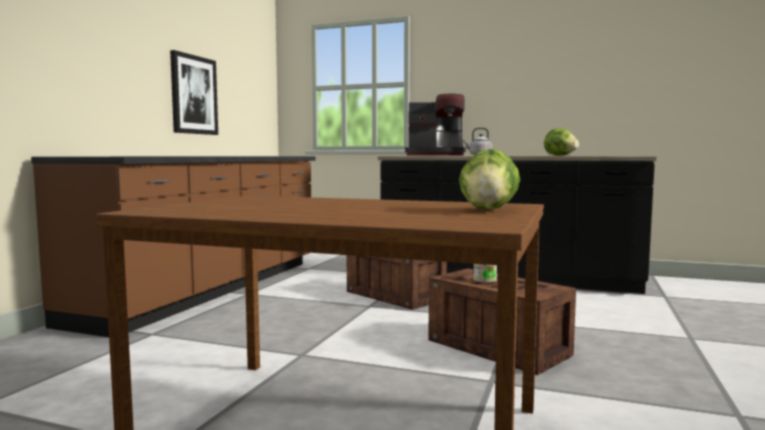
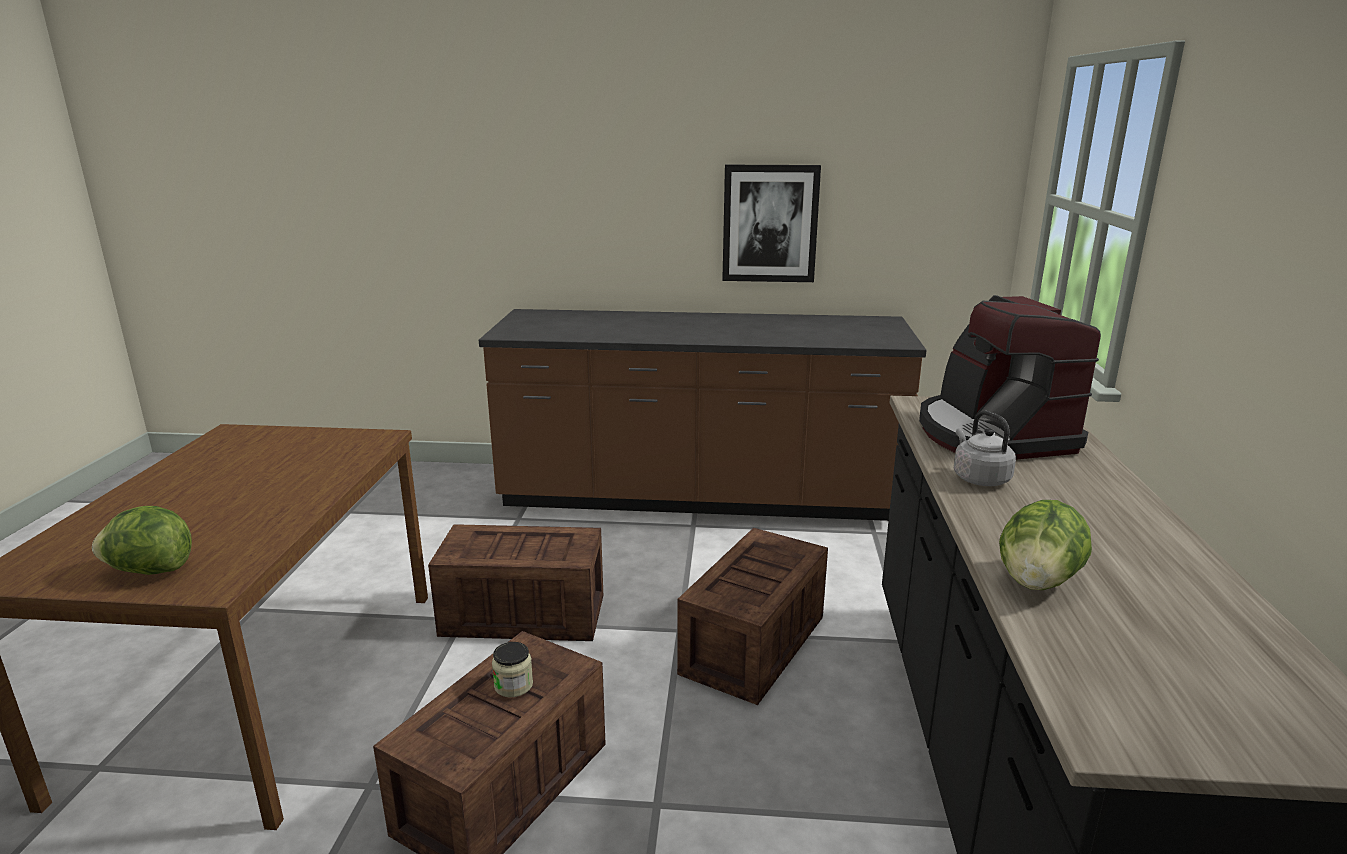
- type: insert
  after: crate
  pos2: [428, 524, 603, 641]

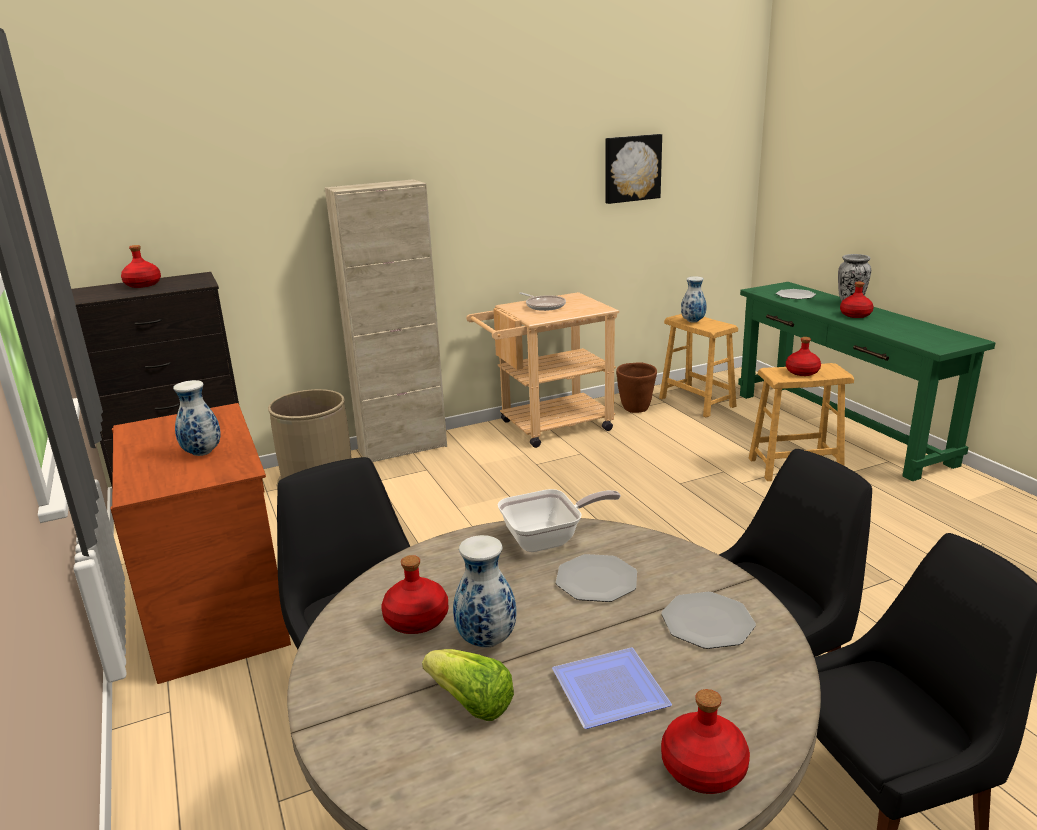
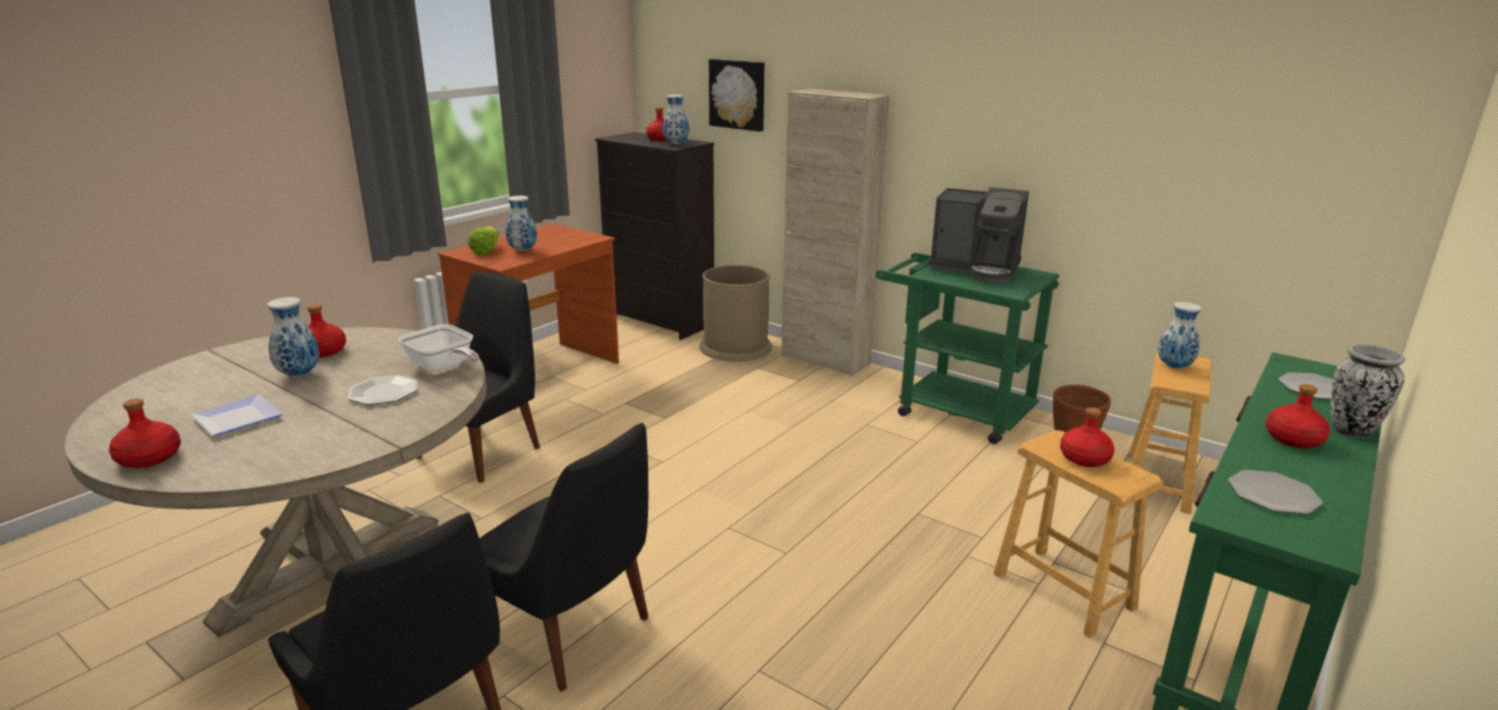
- type: move
  before: lettuce
  pos1: [422, 649, 514, 721]
  pos2: [468, 226, 499, 255]
- type: recolor
  before: cart/beige
  after: cart/green
  pos1: [466, 292, 619, 448]
  pos2: [875, 253, 1059, 444]
- type: replace
  before: frying pan
  after: coffee machine
  pos1: [519, 292, 566, 311]
  pos2: [928, 187, 1029, 283]
- type: move
  before: picture
  pos1: [605, 134, 662, 204]
  pos2: [709, 59, 764, 132]
- type: move
  before: plate
  pos1: [661, 592, 756, 649]
  pos2: [1228, 470, 1323, 514]
- type: insert
  after: vase
  pos2: [663, 95, 689, 145]

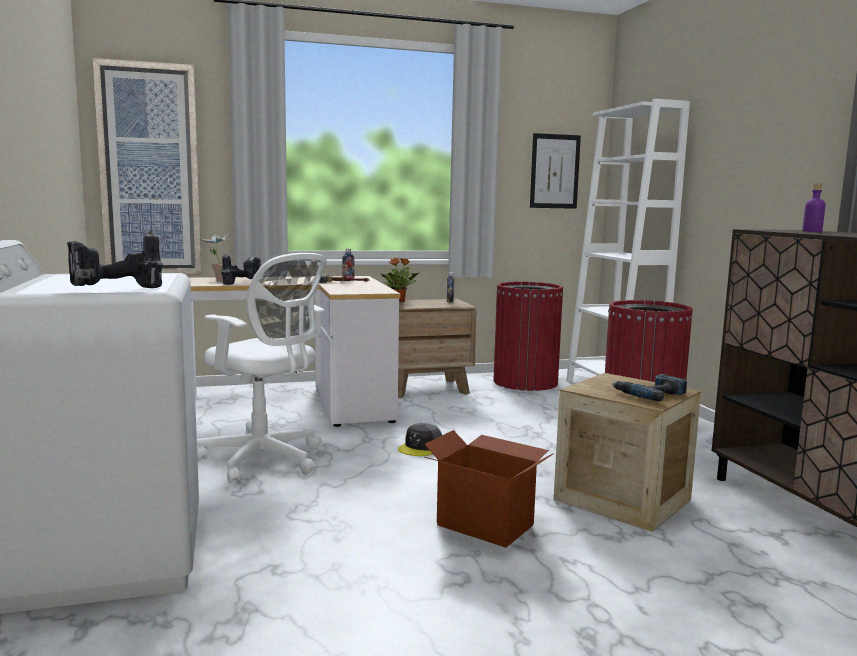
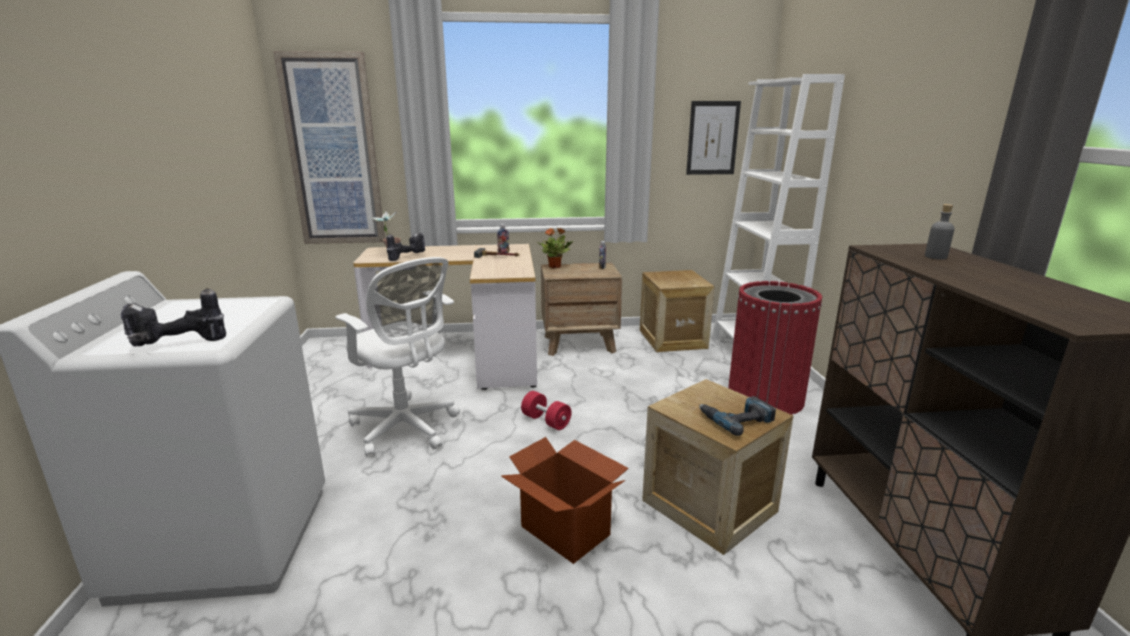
- type: replace
  before: cap/grey
  after: dumbbell/red
  pos1: [398, 423, 442, 456]
  pos2: [521, 391, 571, 430]
- type: replace
  before: trash can/red
  after: crate
  pos1: [493, 282, 564, 391]
  pos2: [640, 270, 715, 352]
- type: recolor
  before: bottle/purple
  after: bottle/grey
  pos1: [802, 183, 826, 232]
  pos2: [925, 204, 955, 260]

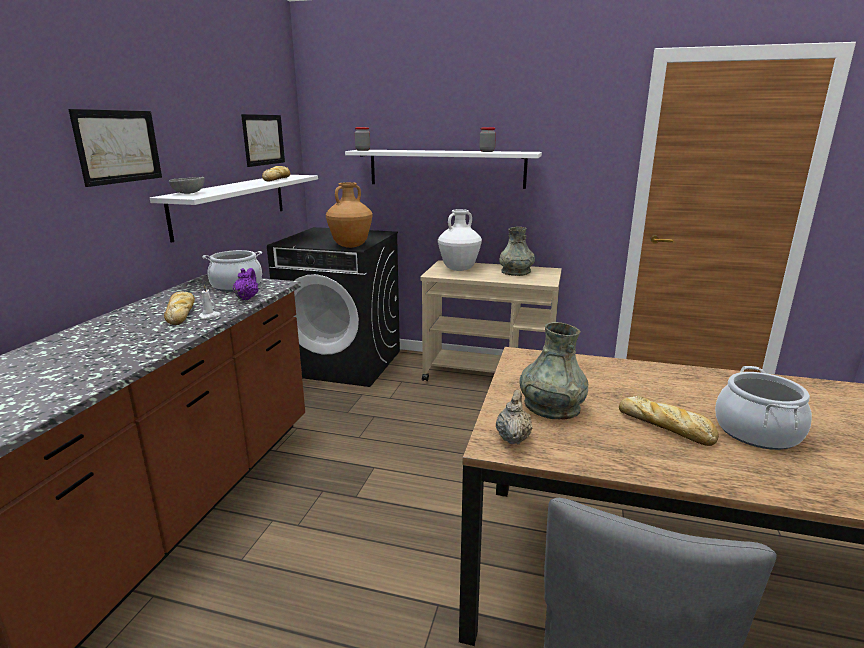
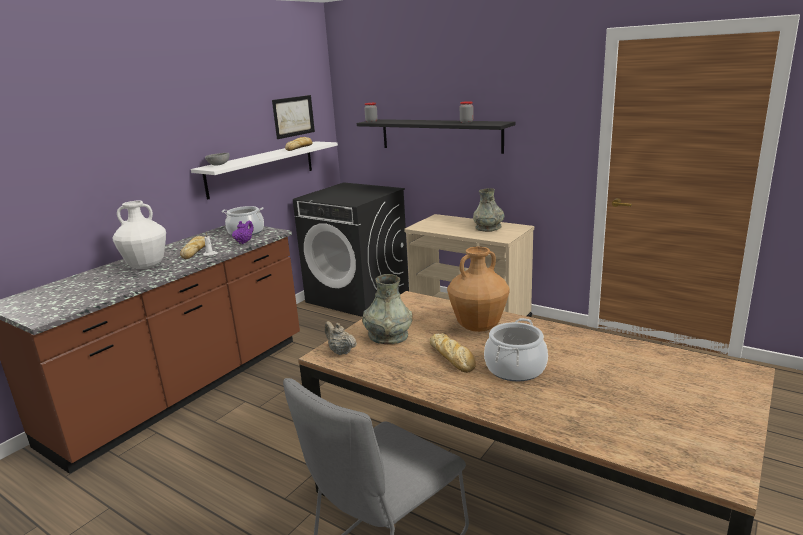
- type: delete
  before: picture
  pos1: [68, 109, 162, 187]
- type: move
  before: vase/brown
  pos1: [326, 182, 373, 248]
  pos2: [447, 246, 510, 332]
- type: recolor
  before: shelf/white
  after: shelf/black
  pos1: [345, 150, 542, 189]
  pos2: [357, 119, 515, 154]
- type: move
  before: vase/white
  pos1: [438, 209, 482, 271]
  pos2: [112, 201, 166, 269]
- type: rotate
  before: teapot/beige
  pos1: [496, 390, 533, 444]
  pos2: [325, 321, 357, 355]
  turn: -75

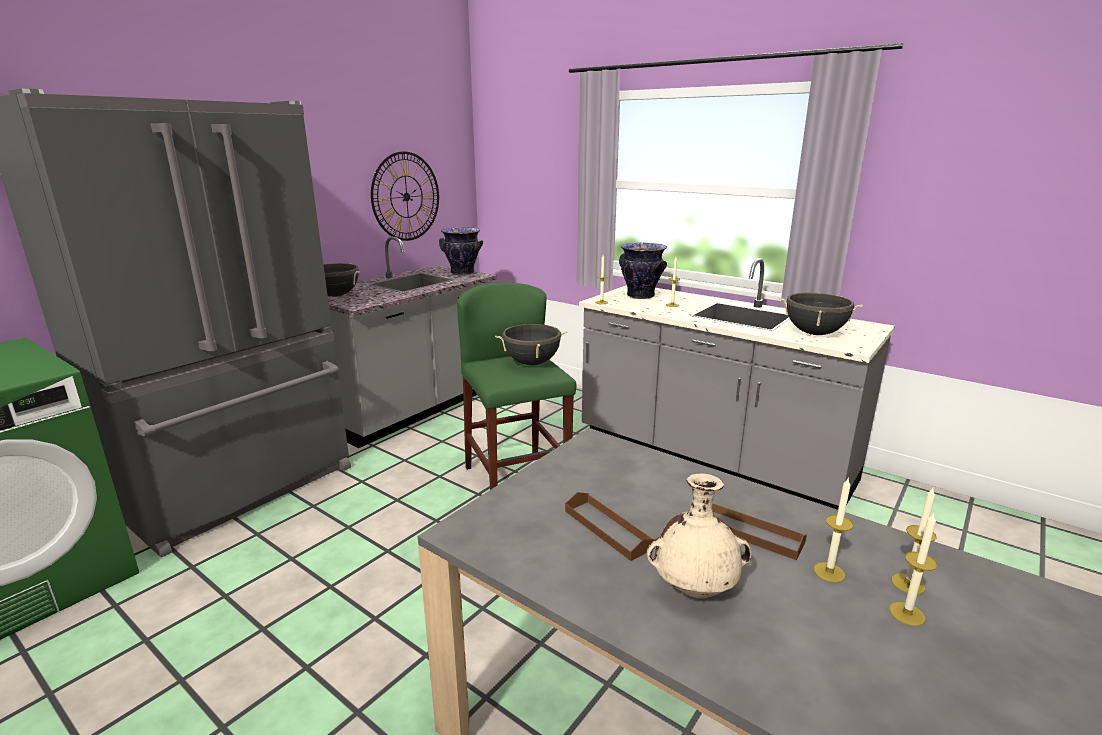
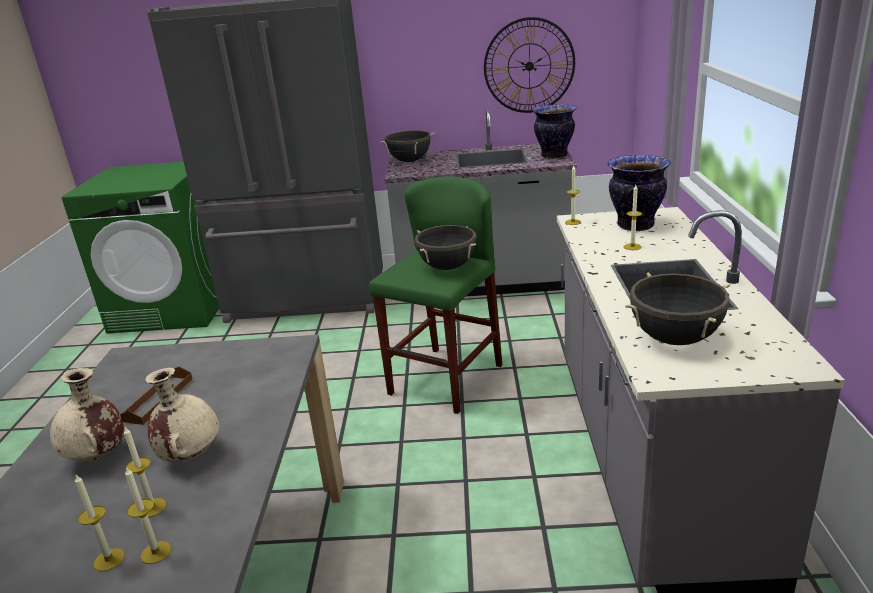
- type: replace
  before: tray/brown
  after: vase/beige
  pos1: [713, 504, 807, 560]
  pos2: [145, 368, 220, 461]

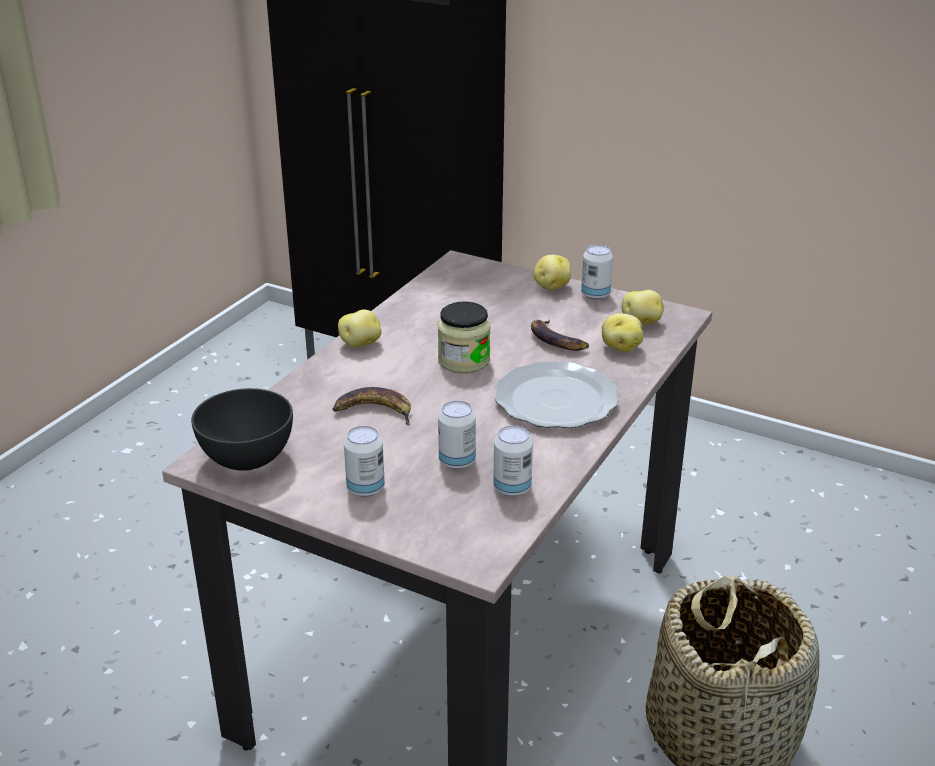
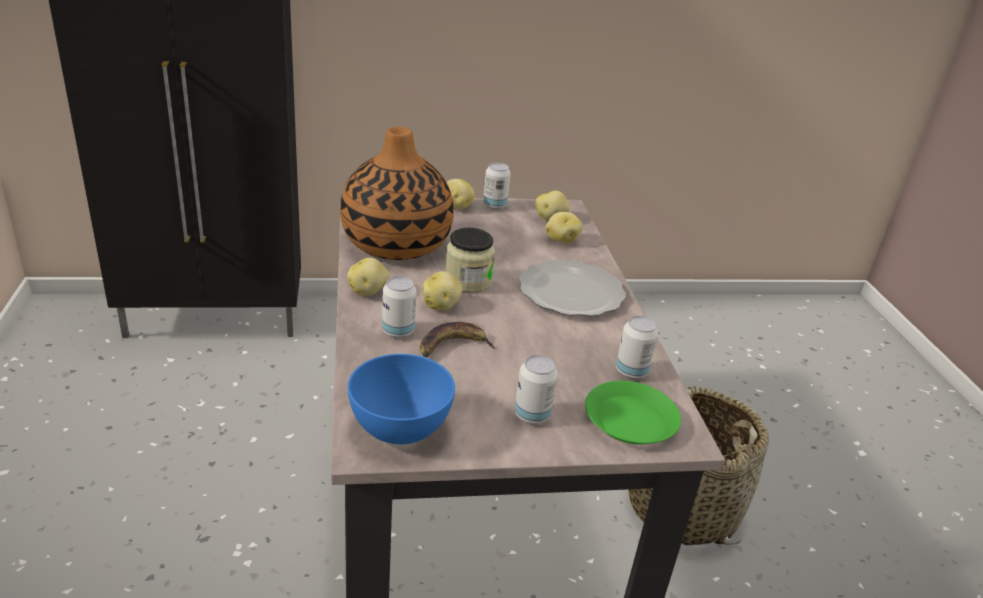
- type: recolor
  before: bowl/grey
  after: bowl/blue
  pos1: [191, 388, 293, 471]
  pos2: [348, 354, 455, 444]
- type: move
  before: can
  pos1: [438, 400, 476, 470]
  pos2: [382, 276, 417, 338]
- type: delete
  before: banana
  pos1: [531, 320, 589, 351]
- type: insert
  after: vase
  pos2: [340, 127, 454, 260]
- type: insert
  after: potato
  pos2: [422, 271, 462, 311]
- type: insert
  after: plate/green
  pos2: [585, 381, 681, 444]

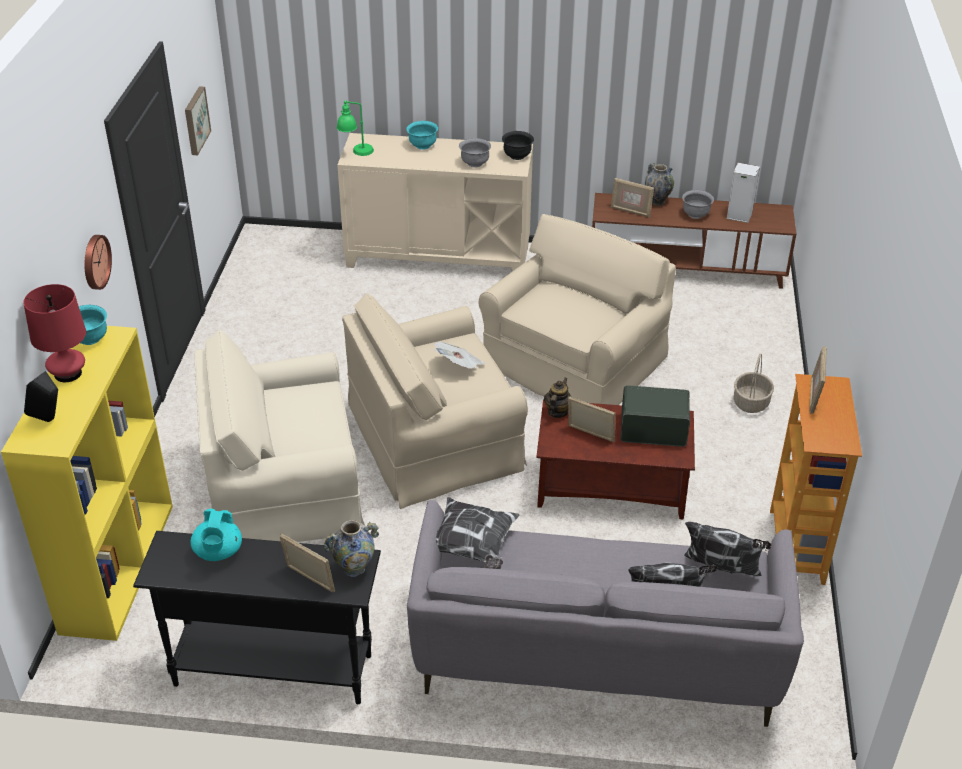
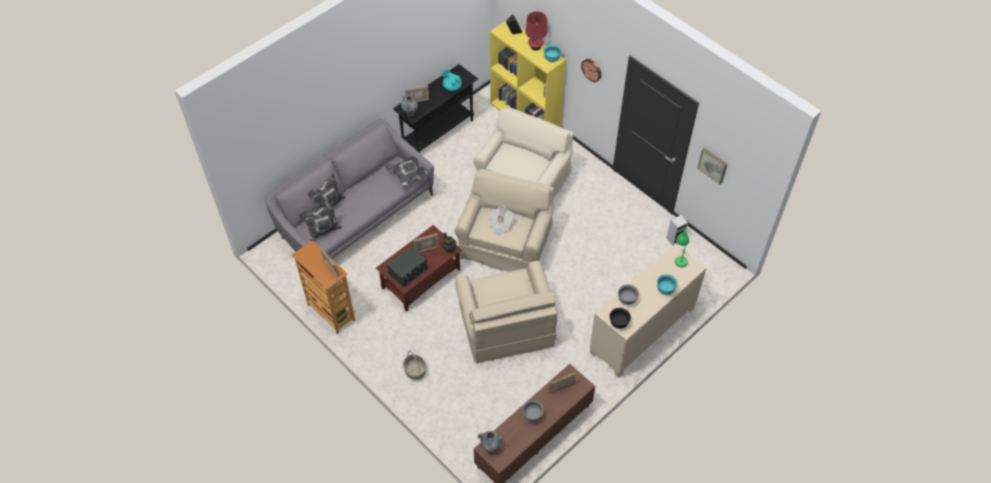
- type: move
  before: vase
  pos1: [645, 163, 674, 206]
  pos2: [478, 431, 504, 452]
- type: move
  before: speaker
  pos1: [727, 163, 760, 223]
  pos2: [666, 215, 688, 246]

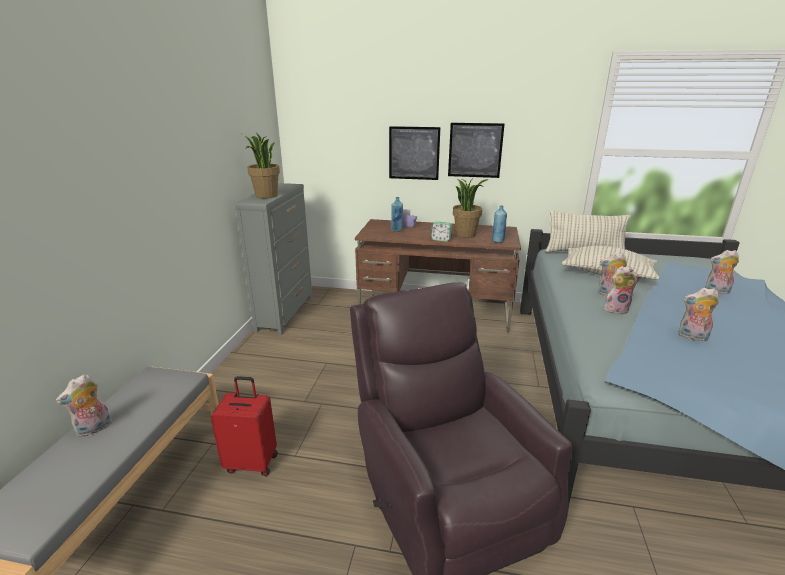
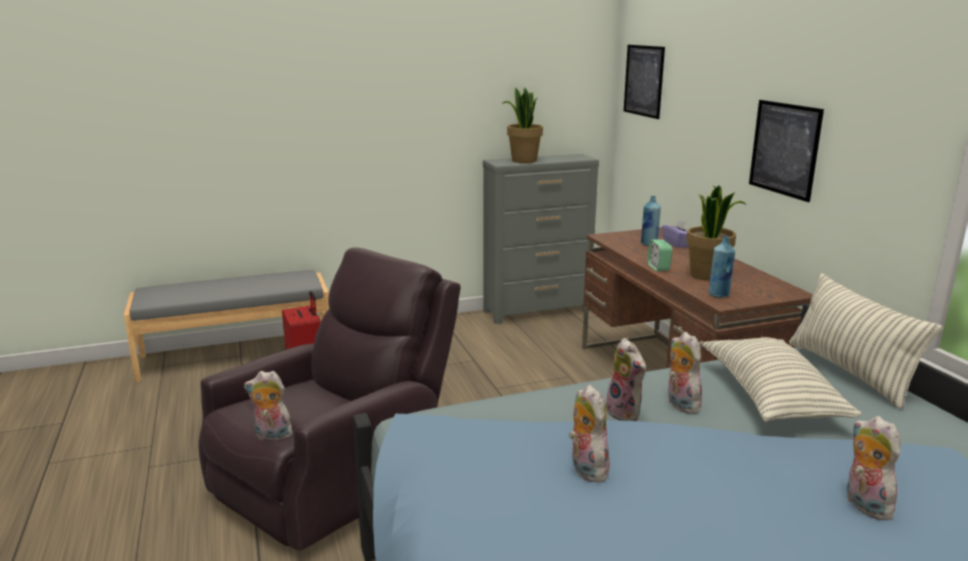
- type: move
  before: plush toy
  pos1: [55, 374, 112, 437]
  pos2: [244, 371, 293, 440]
- type: move
  before: picture
  pos1: [389, 126, 440, 180]
  pos2: [624, 45, 665, 119]

